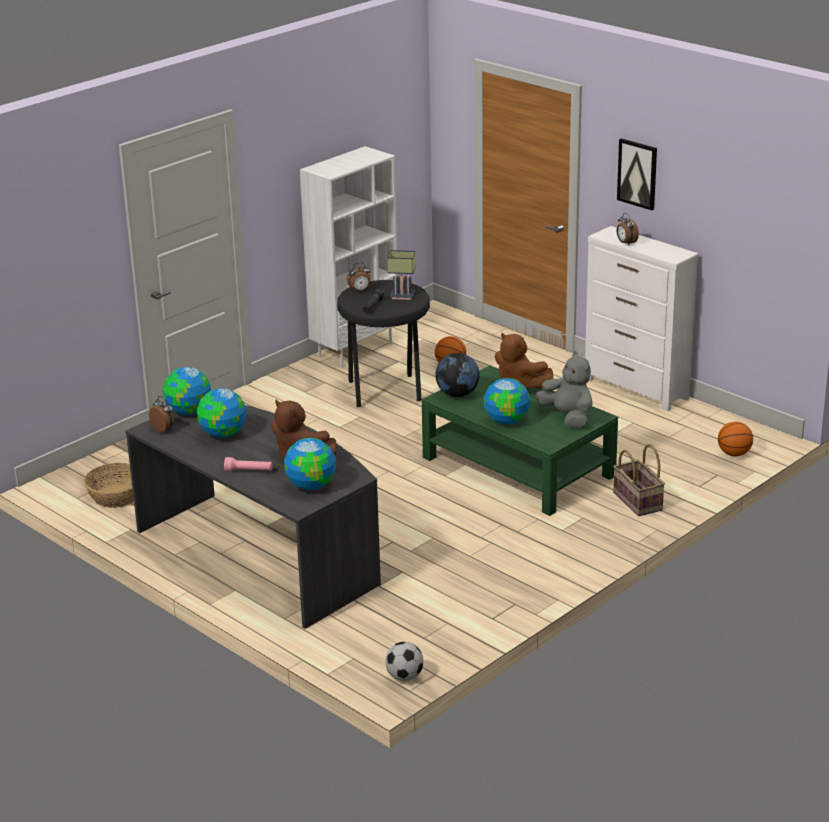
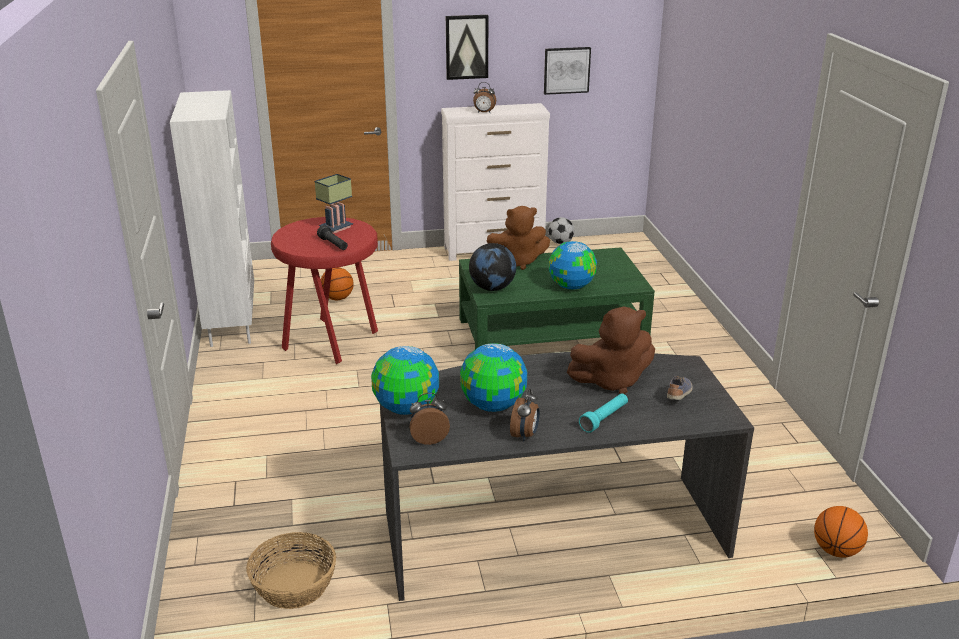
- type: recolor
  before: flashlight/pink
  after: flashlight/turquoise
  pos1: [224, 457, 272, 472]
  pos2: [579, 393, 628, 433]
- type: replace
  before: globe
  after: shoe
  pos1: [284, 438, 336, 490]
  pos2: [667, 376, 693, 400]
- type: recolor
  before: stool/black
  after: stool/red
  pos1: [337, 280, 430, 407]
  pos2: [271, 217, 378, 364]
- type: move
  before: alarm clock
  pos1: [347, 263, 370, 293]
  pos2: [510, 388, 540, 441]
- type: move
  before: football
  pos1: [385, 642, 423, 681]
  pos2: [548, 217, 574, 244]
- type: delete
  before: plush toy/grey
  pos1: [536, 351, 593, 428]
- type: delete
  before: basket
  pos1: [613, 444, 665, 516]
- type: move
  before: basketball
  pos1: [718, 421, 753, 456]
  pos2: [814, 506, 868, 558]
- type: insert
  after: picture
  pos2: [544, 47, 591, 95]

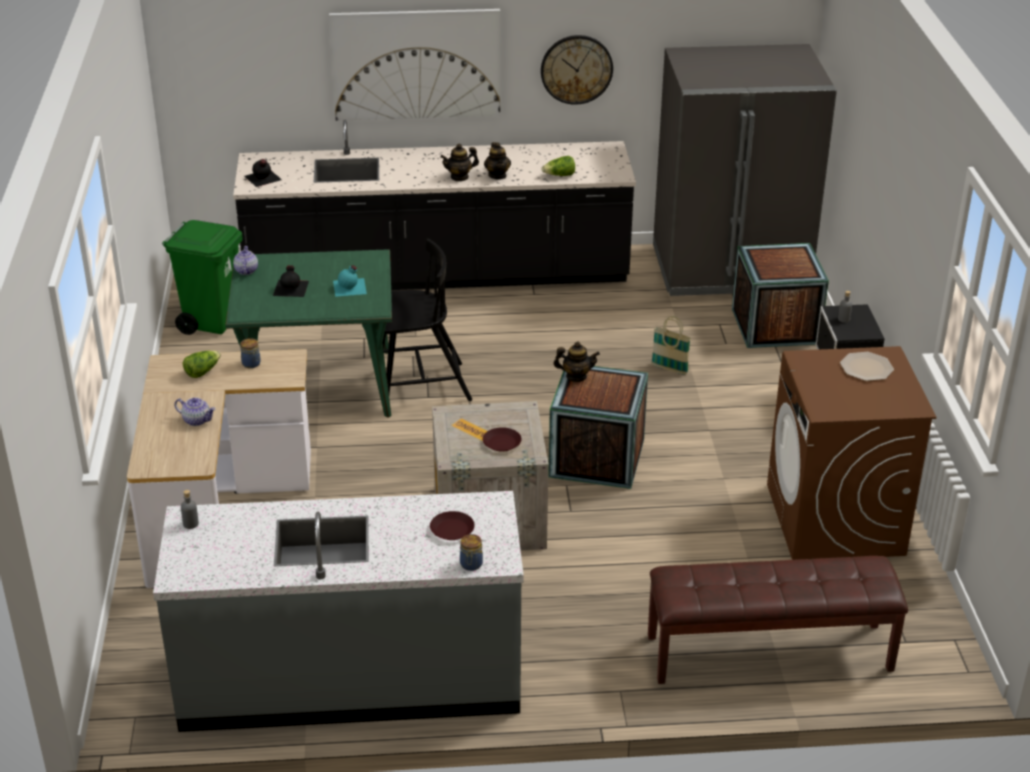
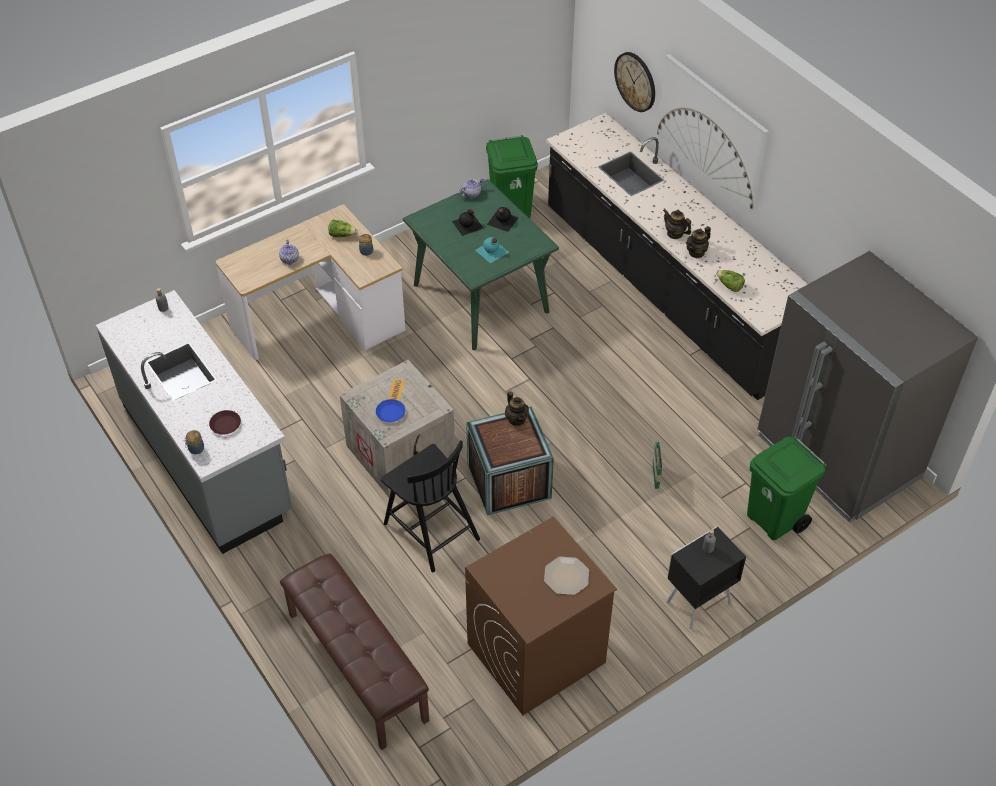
- type: move
  before: bottle/black
  pos1: [244, 159, 282, 187]
  pos2: [487, 207, 519, 232]
- type: move
  before: chair/black
  pos1: [383, 239, 472, 401]
  pos2: [381, 440, 480, 572]
- type: recolor
  before: plate/brown
  after: plate/blue
  pos1: [483, 427, 522, 452]
  pos2: [376, 399, 405, 422]
- type: move
  before: wall clock
  pos1: [541, 35, 613, 105]
  pos2: [614, 52, 655, 112]
- type: replace
  before: crate
  after: trash can/green
  pos1: [732, 243, 829, 348]
  pos2: [747, 437, 827, 540]

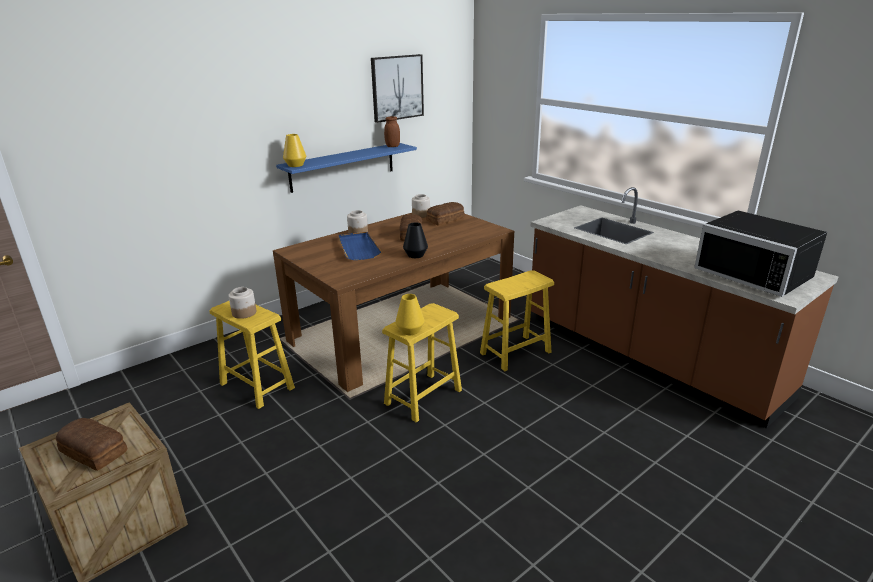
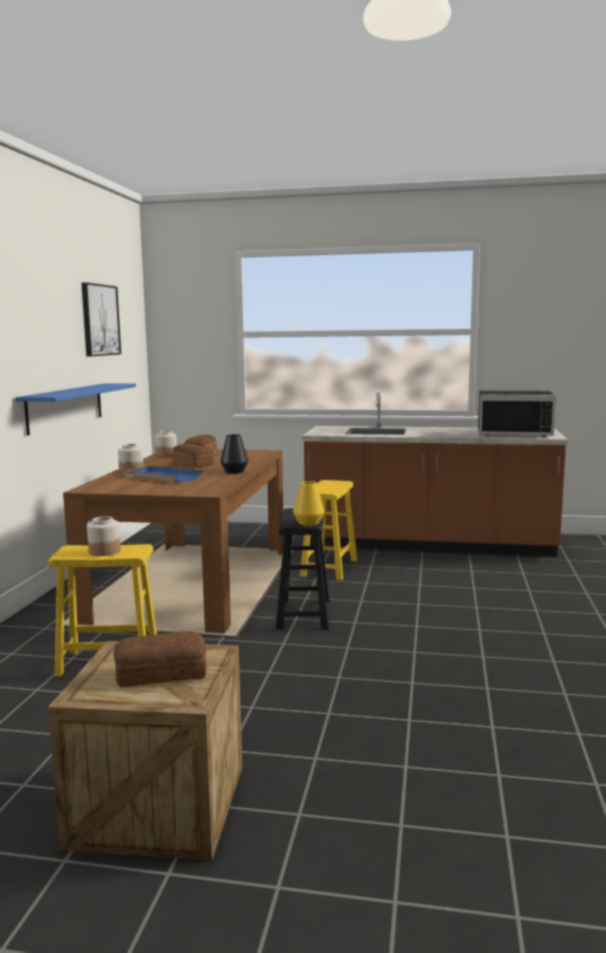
- type: delete
  before: vase/yellow
  pos1: [283, 134, 306, 167]
- type: recolor
  before: stool/yellow
  after: stool/black
  pos1: [382, 303, 462, 422]
  pos2: [275, 508, 329, 629]
- type: delete
  before: jar/brown
  pos1: [384, 116, 400, 147]

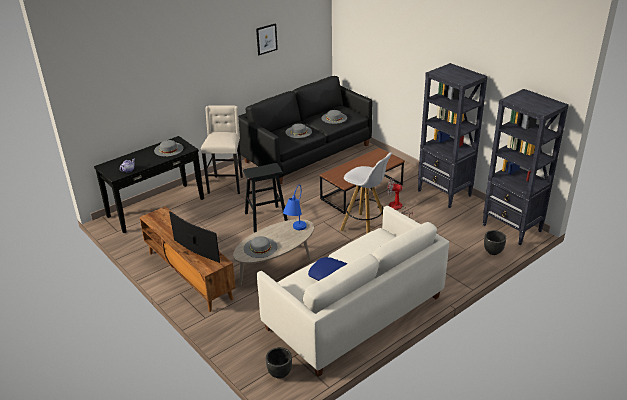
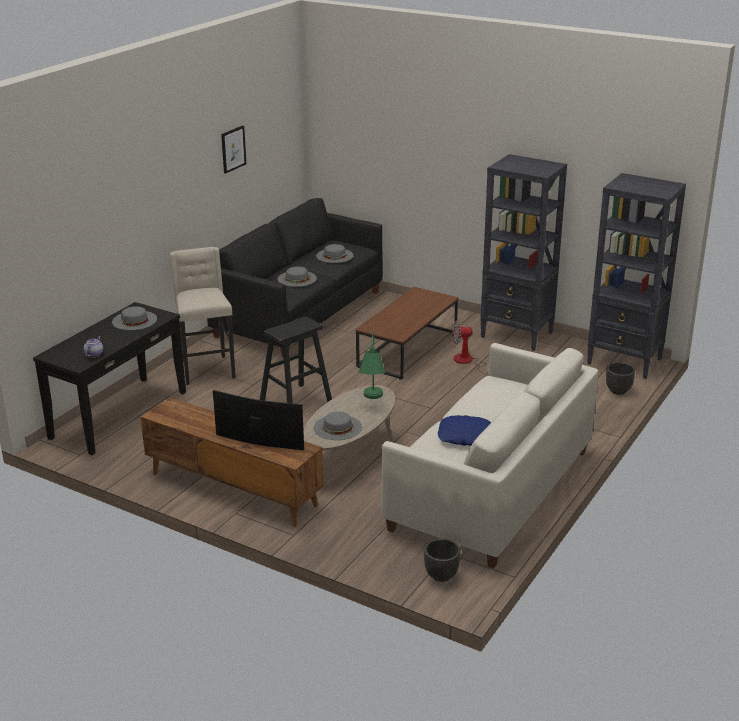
- type: recolor
  before: table lamp/blue
  after: table lamp/green
  pos1: [283, 185, 307, 230]
  pos2: [359, 331, 385, 399]
- type: delete
  before: stool/white
  pos1: [340, 153, 392, 233]

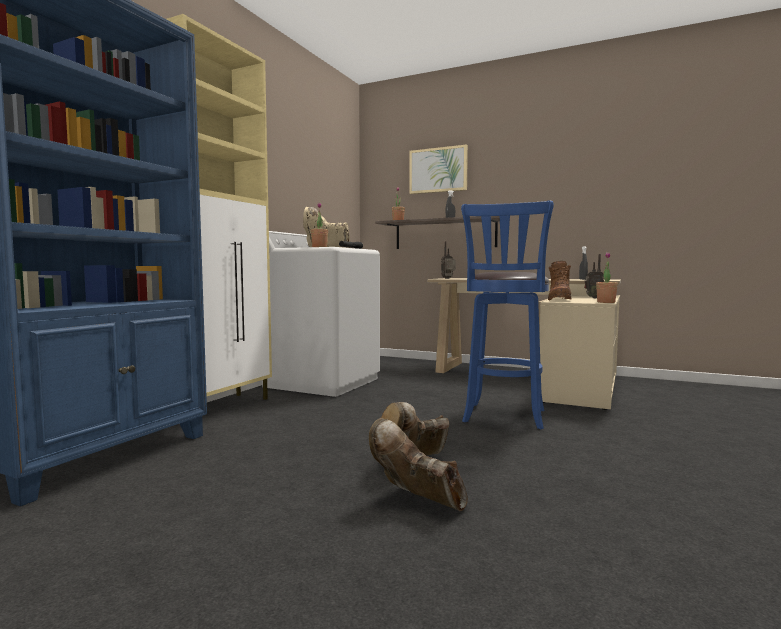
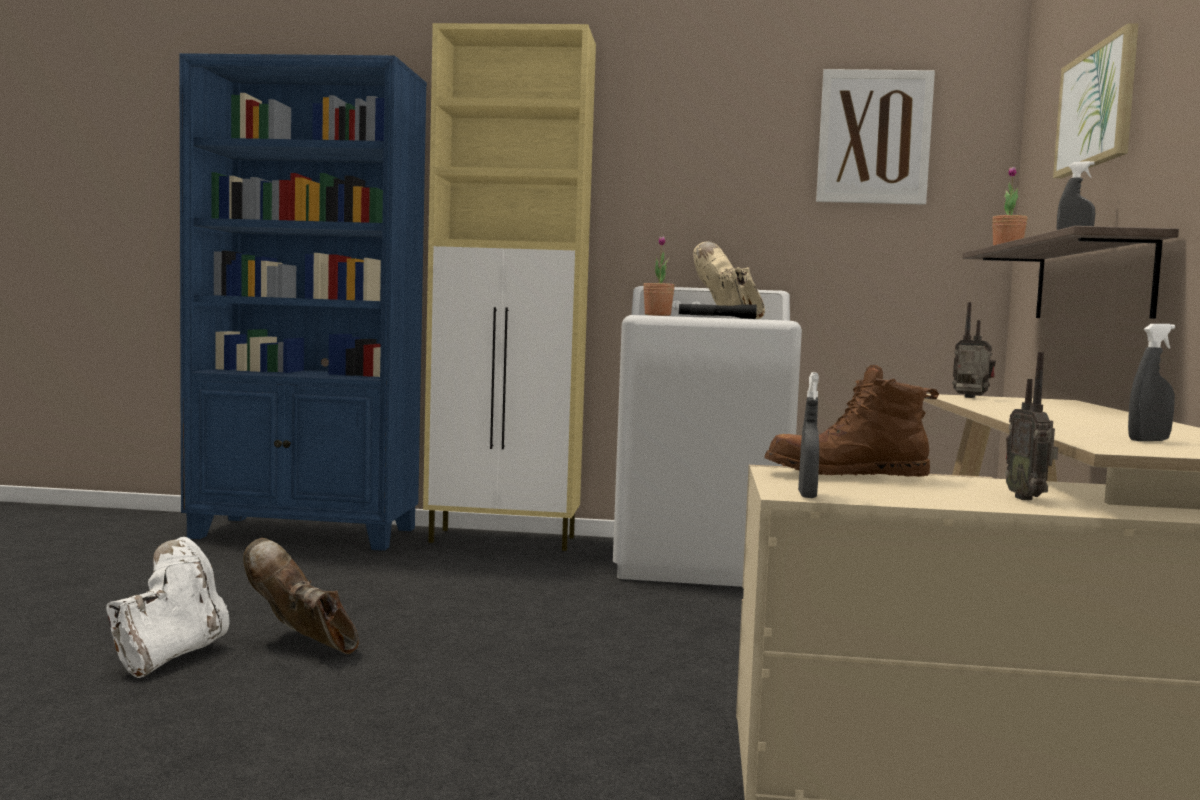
- type: recolor
  before: boot/brown
  after: boot/white
  pos1: [369, 418, 468, 511]
  pos2: [106, 537, 229, 678]
- type: delete
  before: stool/blue
  pos1: [461, 201, 554, 429]
- type: replace
  before: potted plant
  after: spray bottle/grey
  pos1: [596, 252, 618, 303]
  pos2: [798, 372, 819, 498]
- type: insert
  after: picture
  pos2: [816, 69, 935, 205]

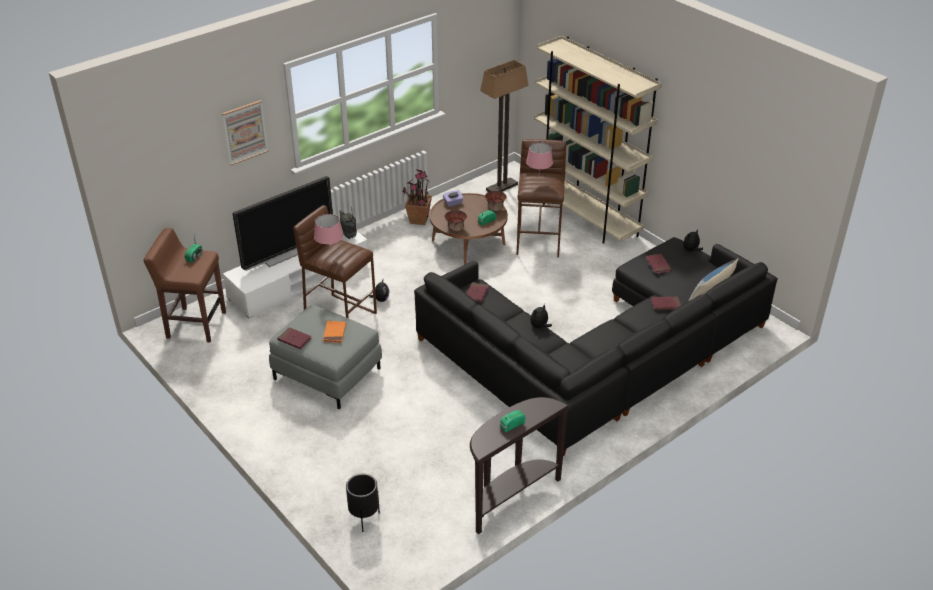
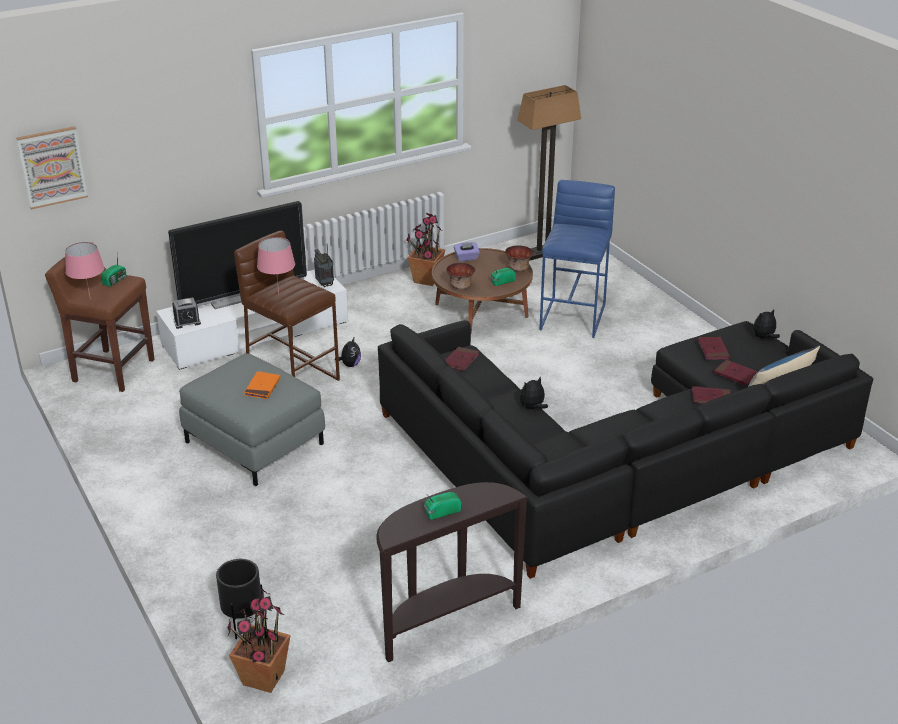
- type: move
  before: picture
  pos1: [222, 100, 269, 166]
  pos2: [16, 126, 88, 209]
- type: move
  before: book/red
  pos1: [277, 327, 312, 349]
  pos2: [714, 360, 758, 385]
- type: recolor
  before: stool/brown
  after: stool/blue
  pos1: [517, 139, 566, 257]
  pos2: [539, 180, 615, 338]
- type: move
  before: table lamp/pink
  pos1: [526, 142, 553, 183]
  pos2: [65, 242, 104, 300]
- type: delete
  before: bookcase/beige
  pos1: [534, 36, 662, 244]
- type: insert
  after: alarm clock
  pos2: [172, 297, 201, 329]
- type: insert
  after: potted plant
  pos2: [227, 588, 291, 693]

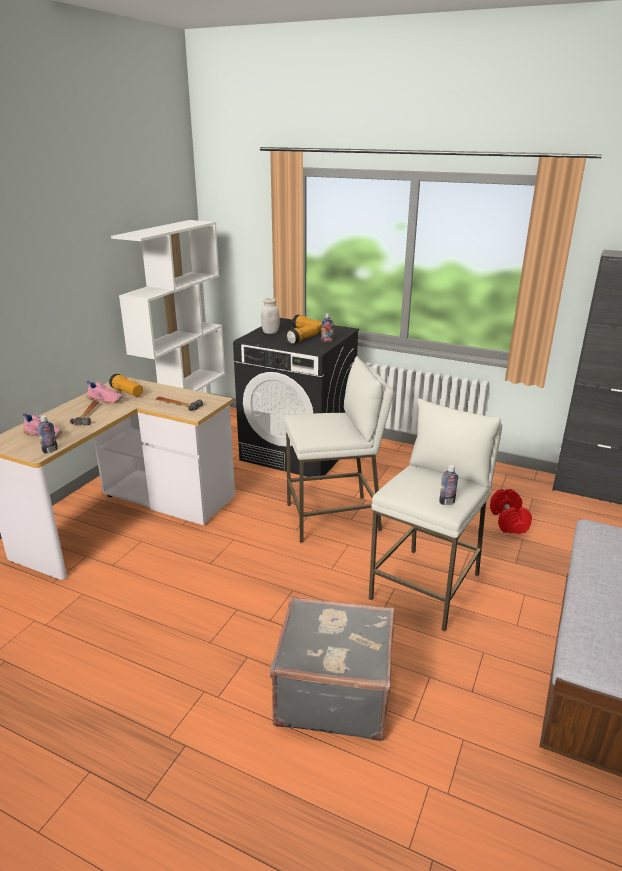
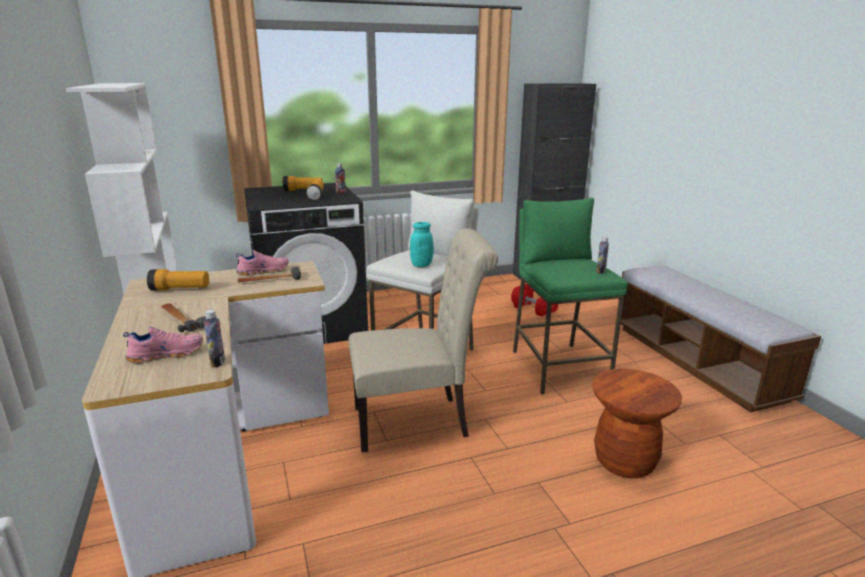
- type: move
  before: shoe/pink
  pos1: [87, 381, 123, 404]
  pos2: [236, 250, 289, 276]
- type: delete
  before: jar/white
  pos1: [261, 298, 280, 334]
- type: replace
  before: suitcase/grey
  after: stool/brown
  pos1: [270, 597, 394, 741]
  pos2: [592, 369, 682, 478]
- type: recolor
  before: stool/white
  after: stool/green
  pos1: [369, 398, 502, 631]
  pos2: [513, 198, 628, 394]
- type: insert
  after: chair/beige
  pos2: [349, 228, 498, 452]
- type: insert
  after: jar/turquoise
  pos2: [410, 222, 434, 267]

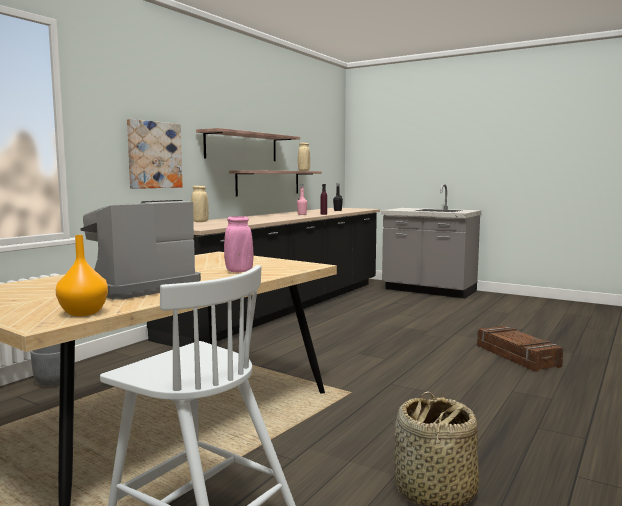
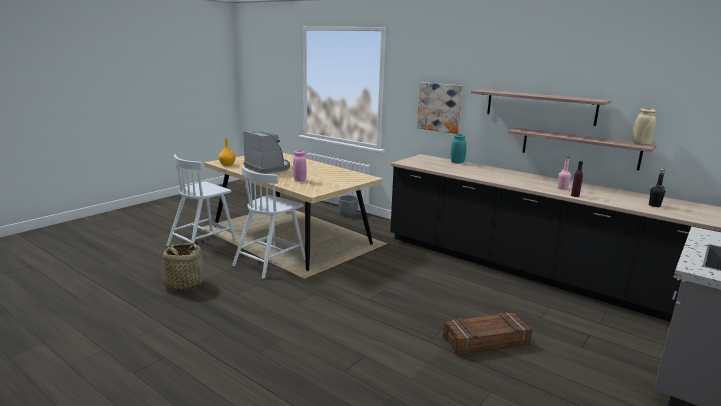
- type: recolor
  before: vase/beige
  after: vase/turquoise
  pos1: [191, 186, 209, 222]
  pos2: [451, 134, 466, 163]
- type: move
  before: crate
  pos1: [477, 326, 563, 372]
  pos2: [443, 313, 533, 356]
- type: insert
  after: chair/white
  pos2: [232, 167, 305, 279]

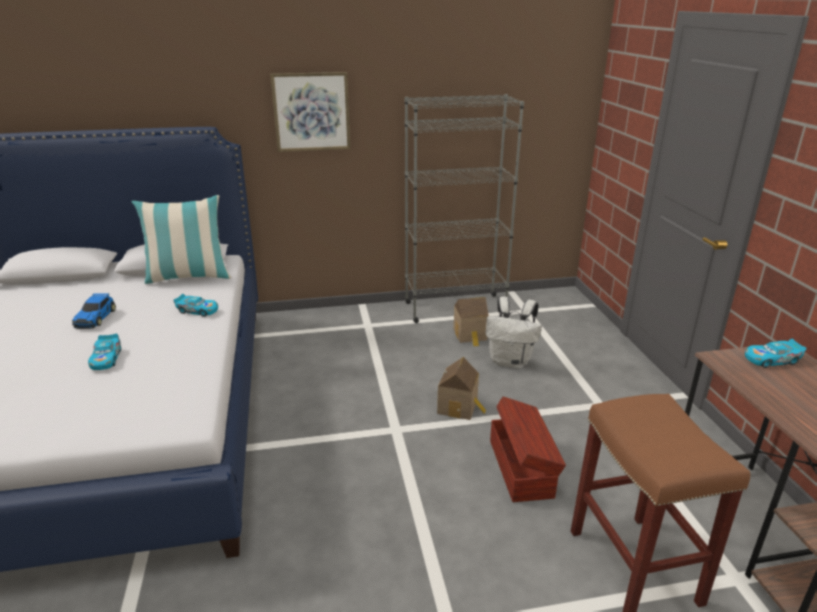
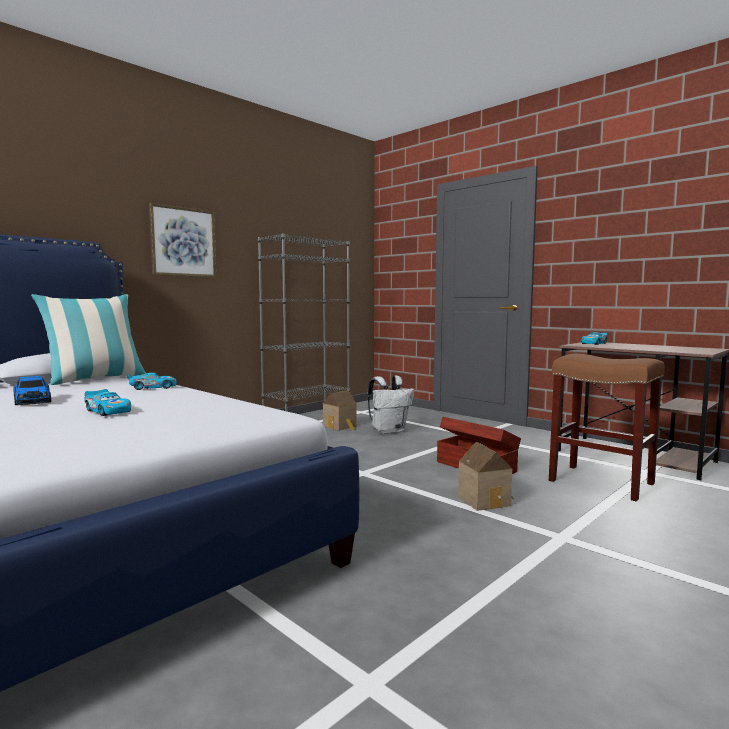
- type: move
  before: toy house
  pos1: [437, 357, 486, 420]
  pos2: [458, 442, 514, 511]

